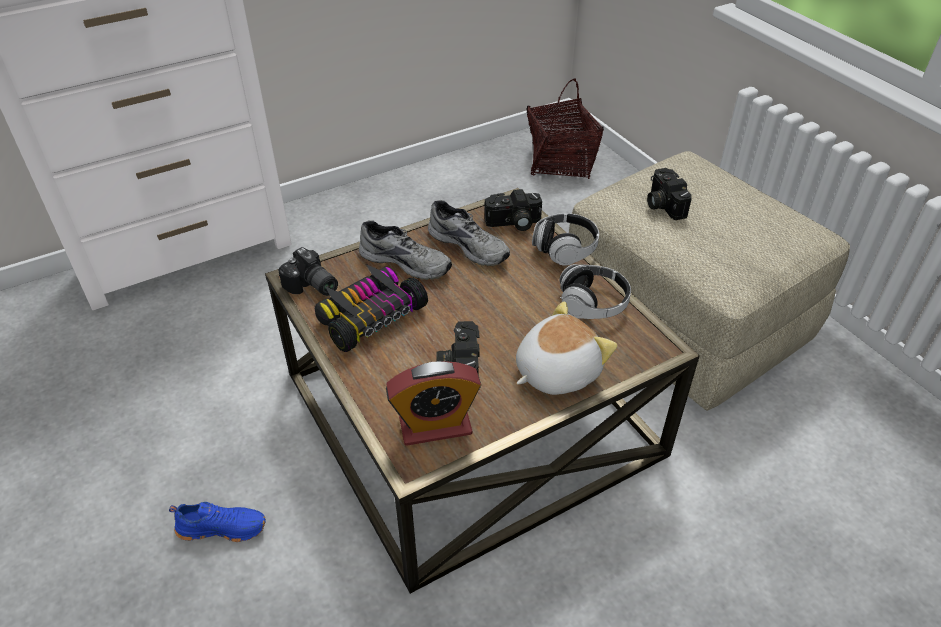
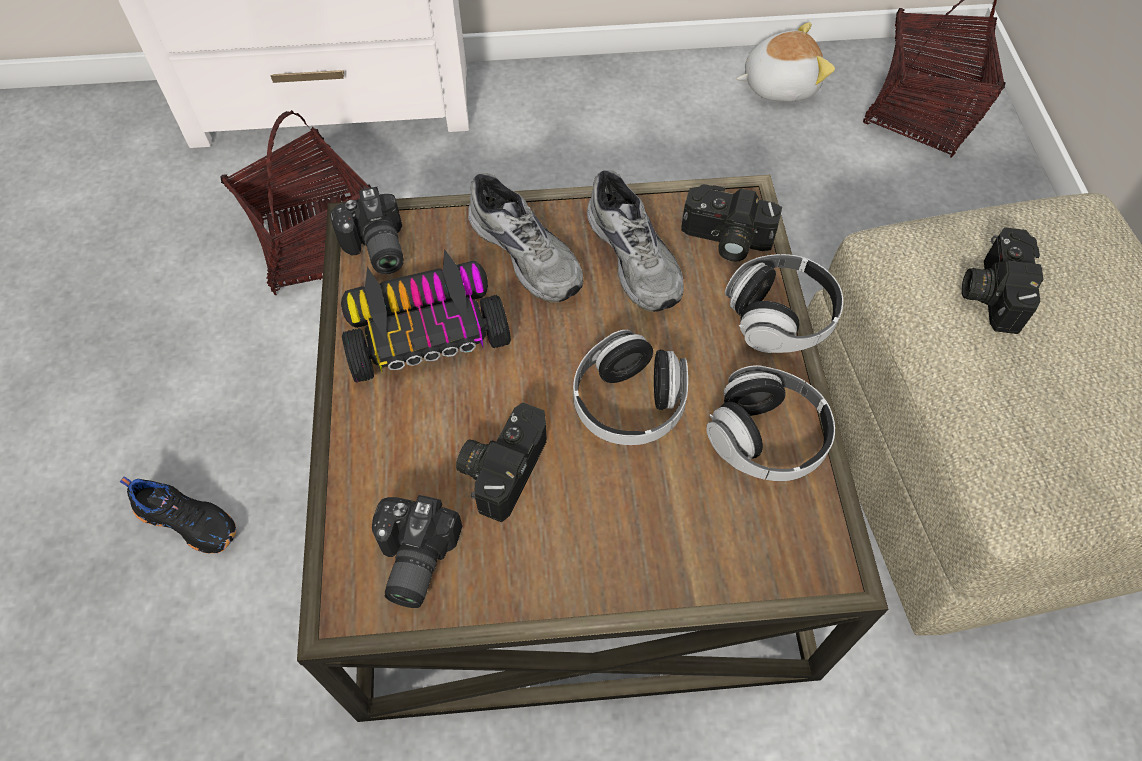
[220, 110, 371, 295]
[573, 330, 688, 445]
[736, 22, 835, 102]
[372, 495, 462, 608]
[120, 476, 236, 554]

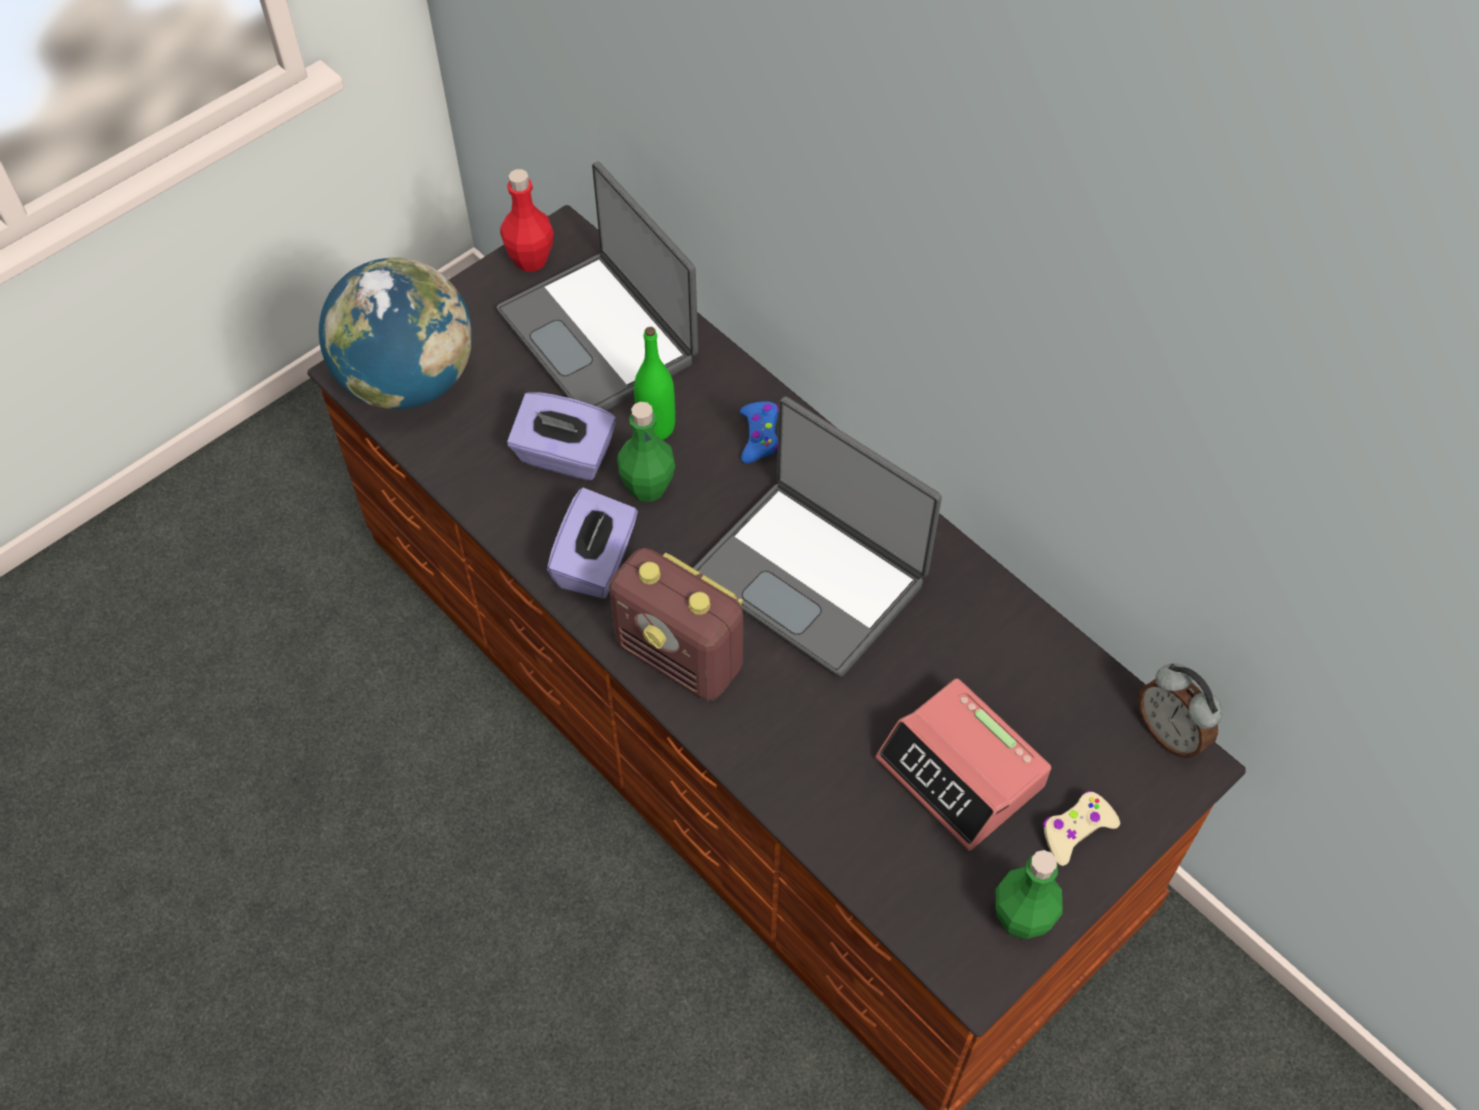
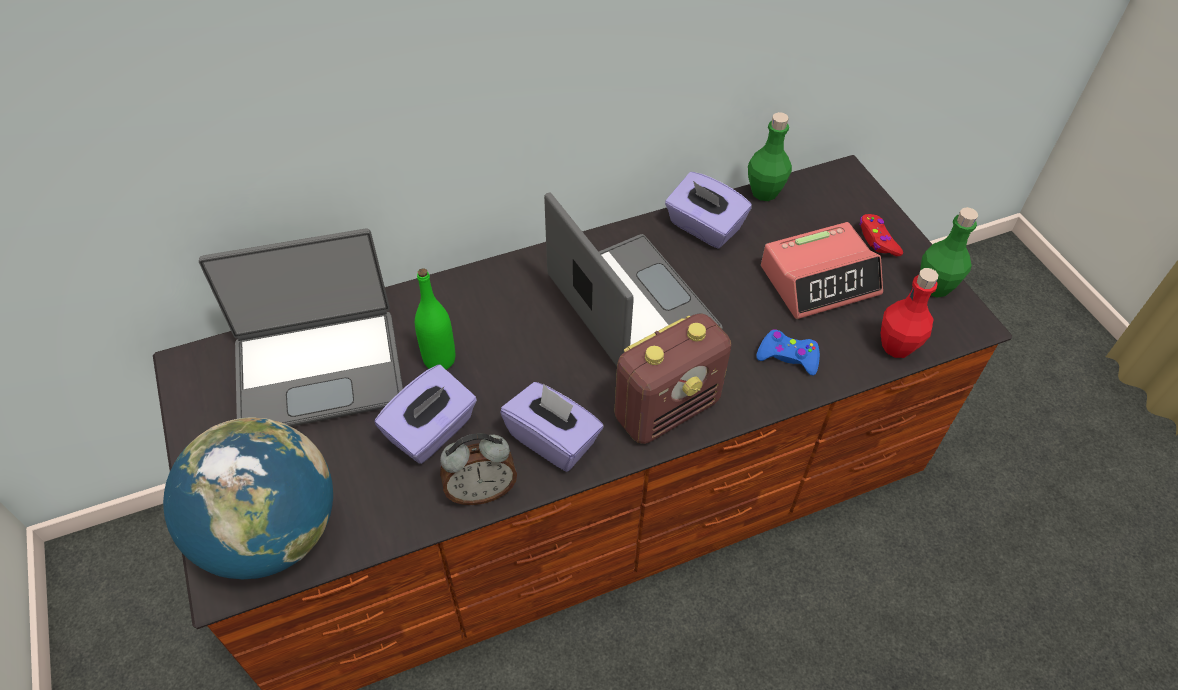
[665, 172, 752, 249]
[880, 268, 938, 358]
[748, 112, 792, 201]
[756, 330, 820, 376]
[440, 433, 517, 505]
[859, 214, 903, 256]
[544, 193, 723, 366]

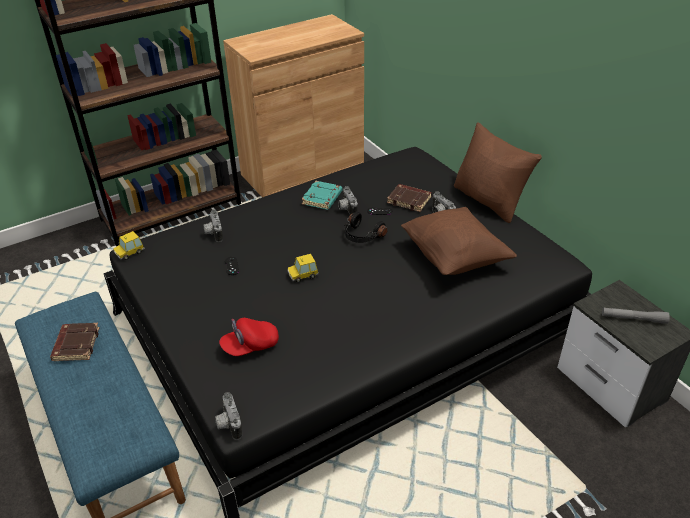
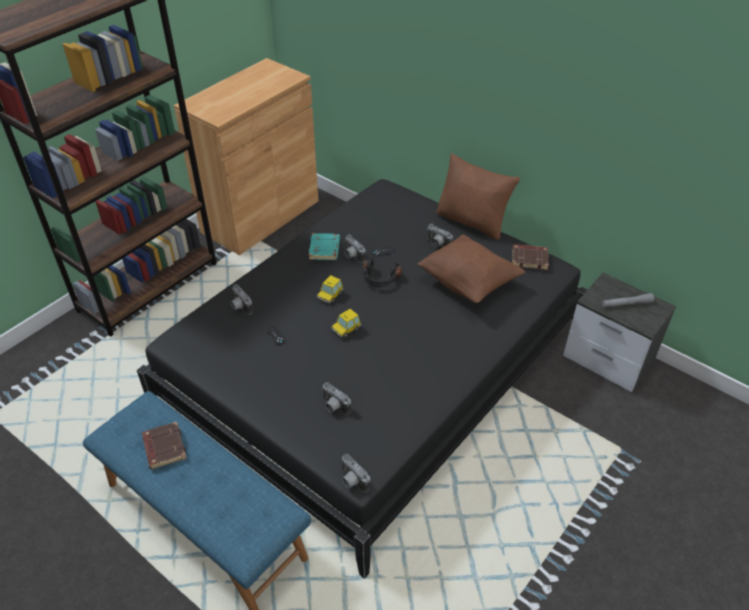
[317, 275, 343, 303]
[512, 244, 549, 270]
[322, 382, 351, 415]

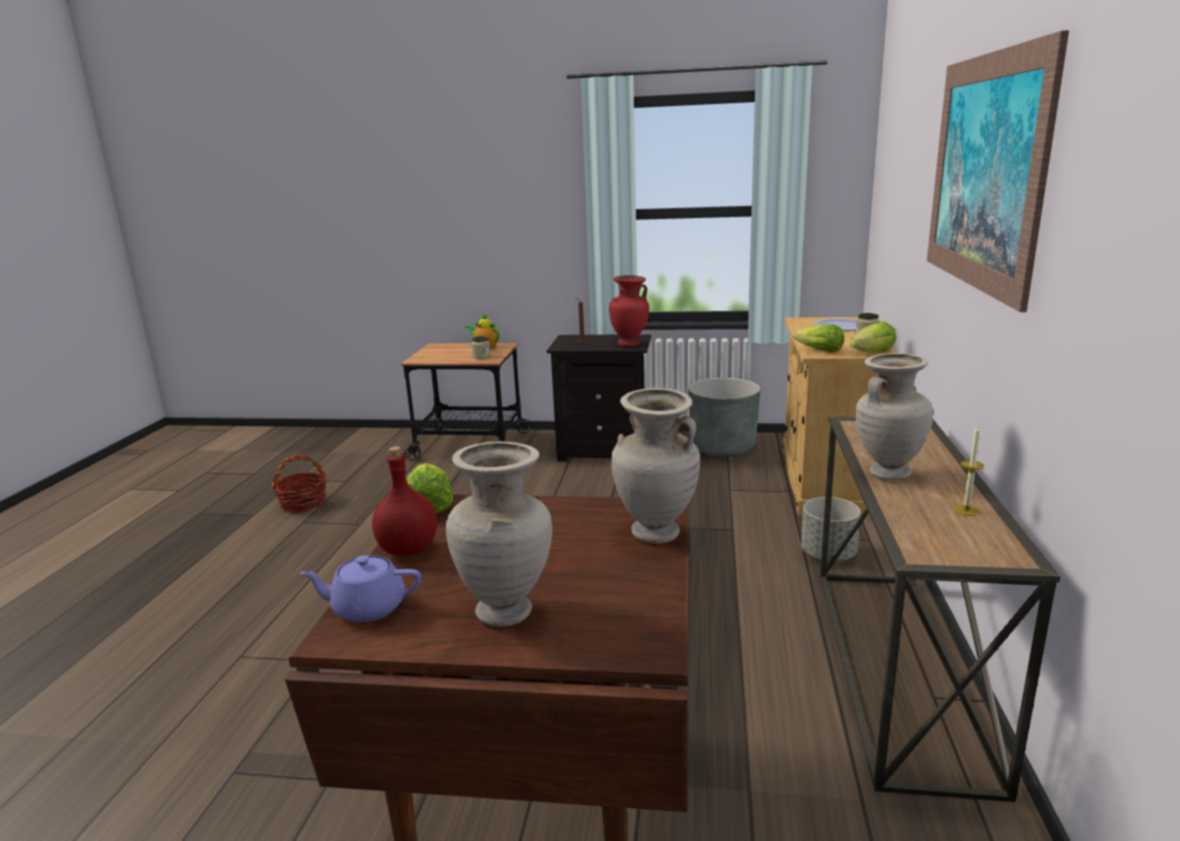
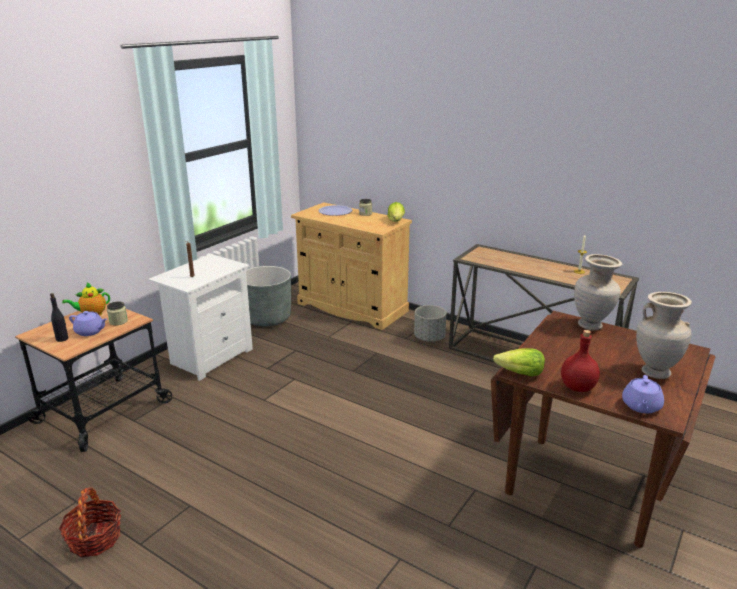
[609, 275, 649, 347] (first image)
[793, 324, 844, 352] (first image)
[856, 353, 933, 480] (first image)
[927, 30, 1069, 312] (first image)
[50, 293, 68, 342]
[69, 311, 107, 336]
[148, 254, 253, 381]

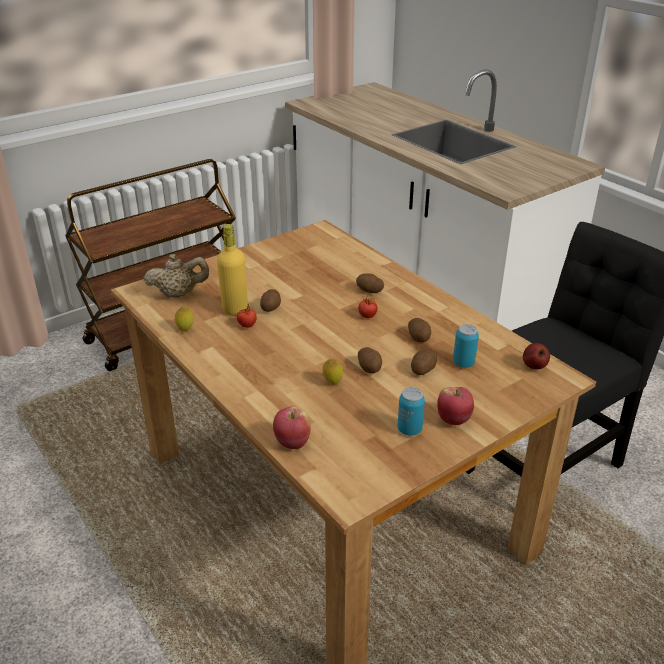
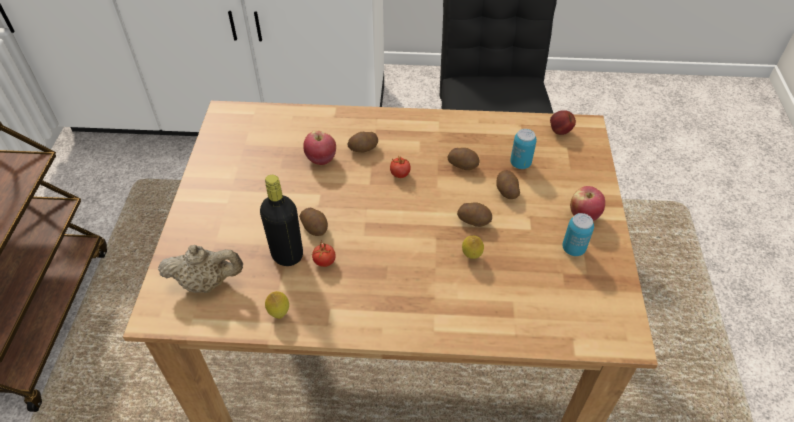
[303, 130, 336, 165]
[260, 175, 303, 266]
[158, 245, 243, 293]

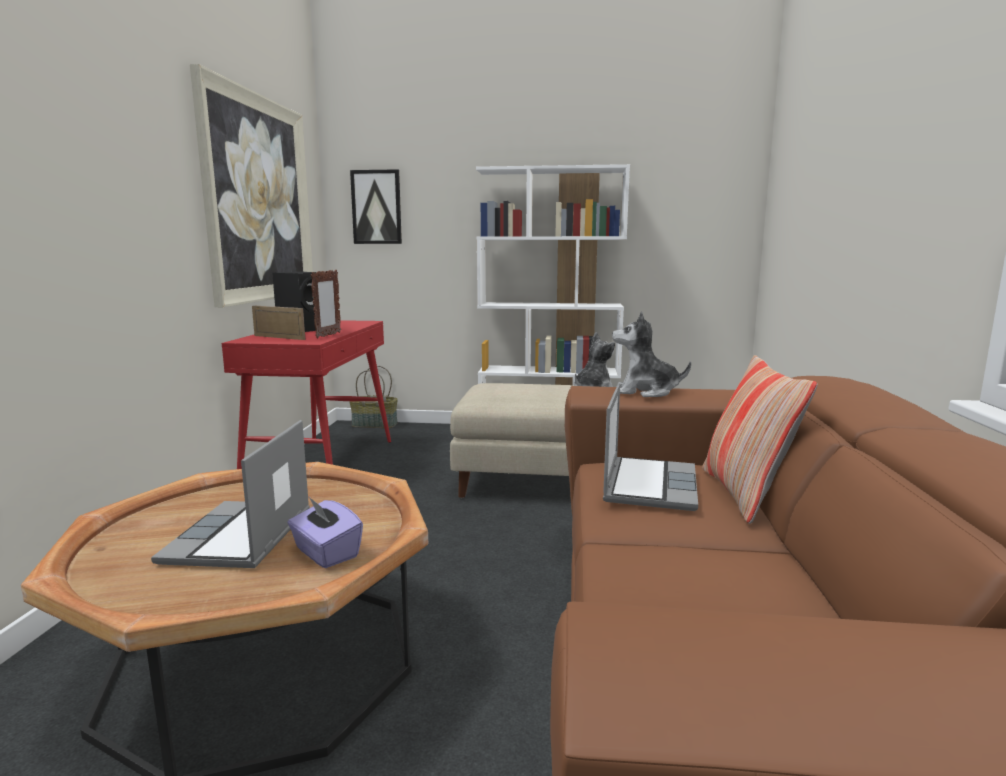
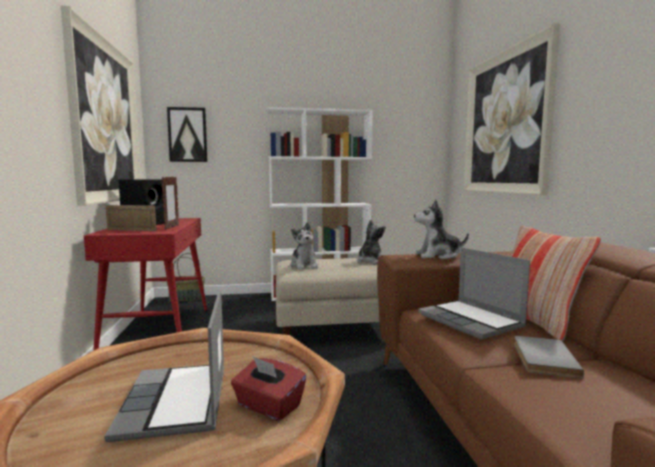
[290, 222, 318, 270]
[463, 23, 560, 195]
[514, 336, 584, 379]
[231, 356, 307, 421]
[418, 247, 530, 339]

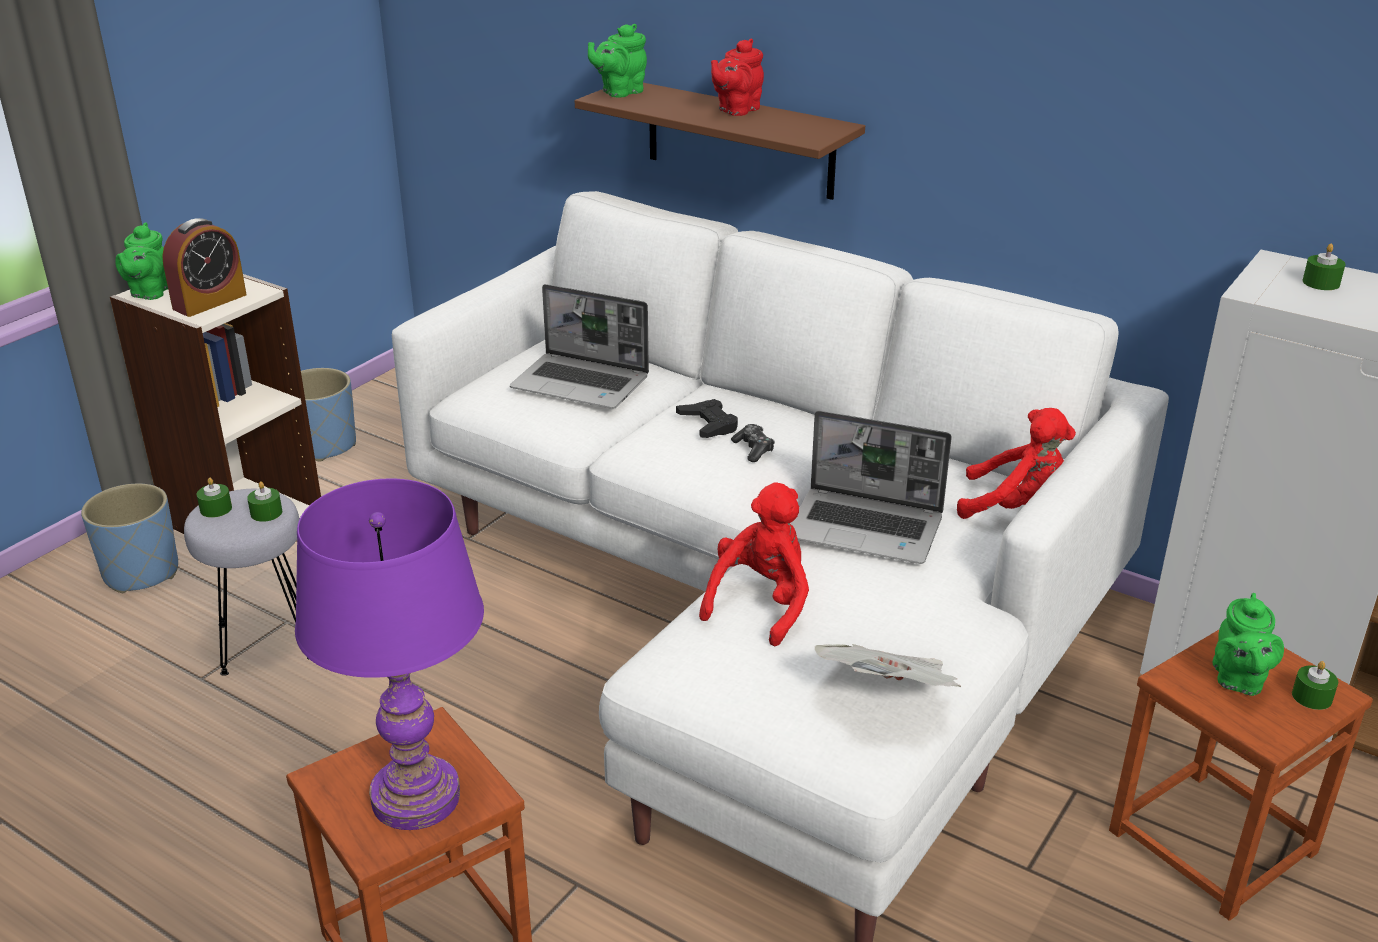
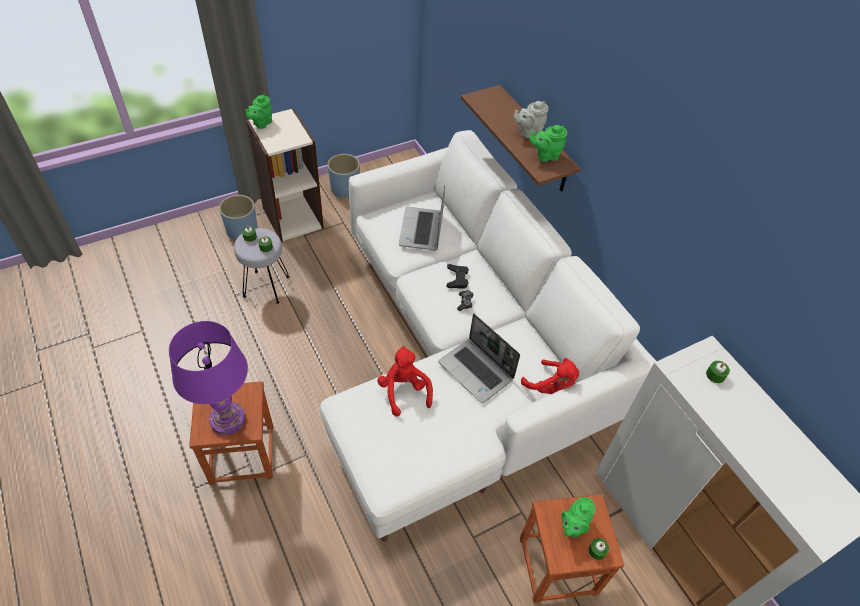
[162, 218, 247, 317] (first image)
[814, 644, 961, 687] (first image)
[529, 125, 567, 162]
[513, 101, 549, 138]
[399, 185, 445, 251]
[377, 346, 433, 417]

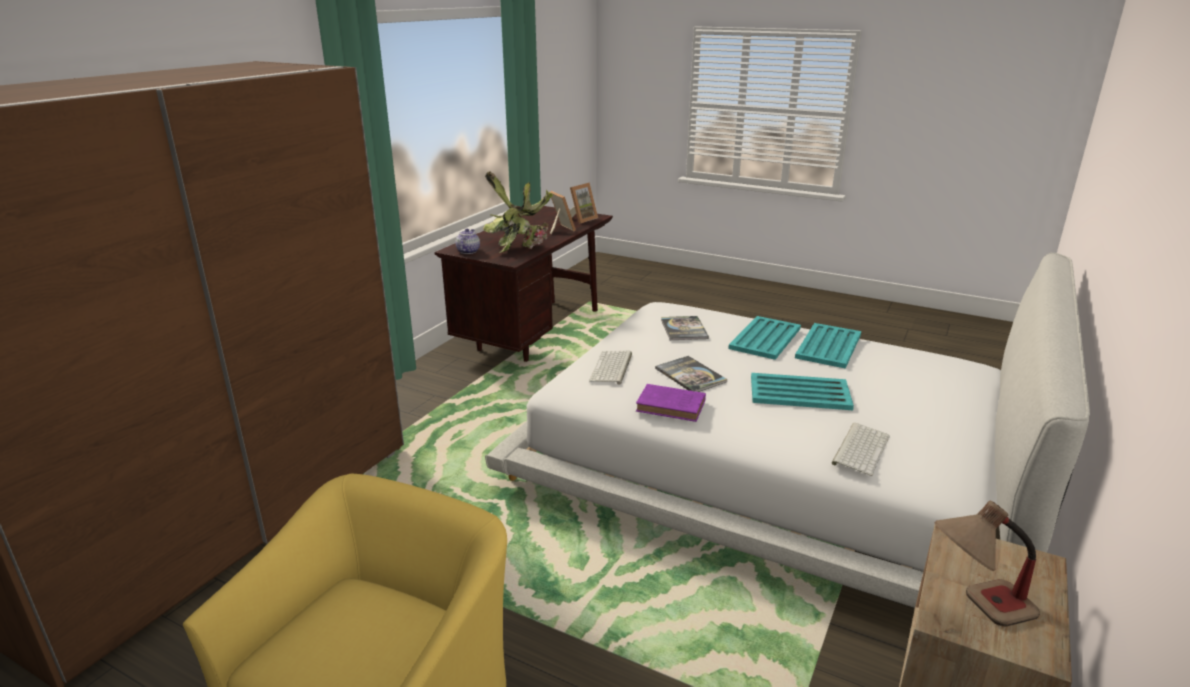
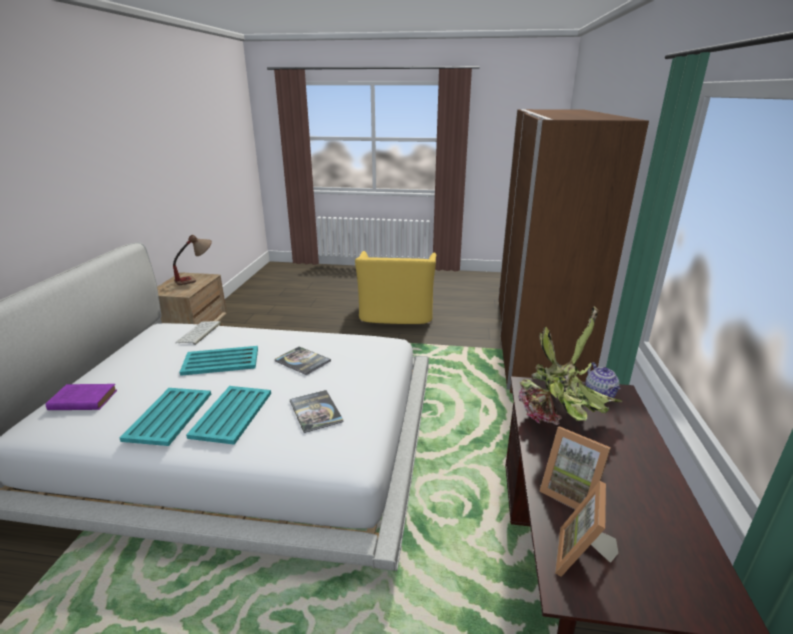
[589, 351, 632, 385] (first image)
[46, 384, 117, 410]

